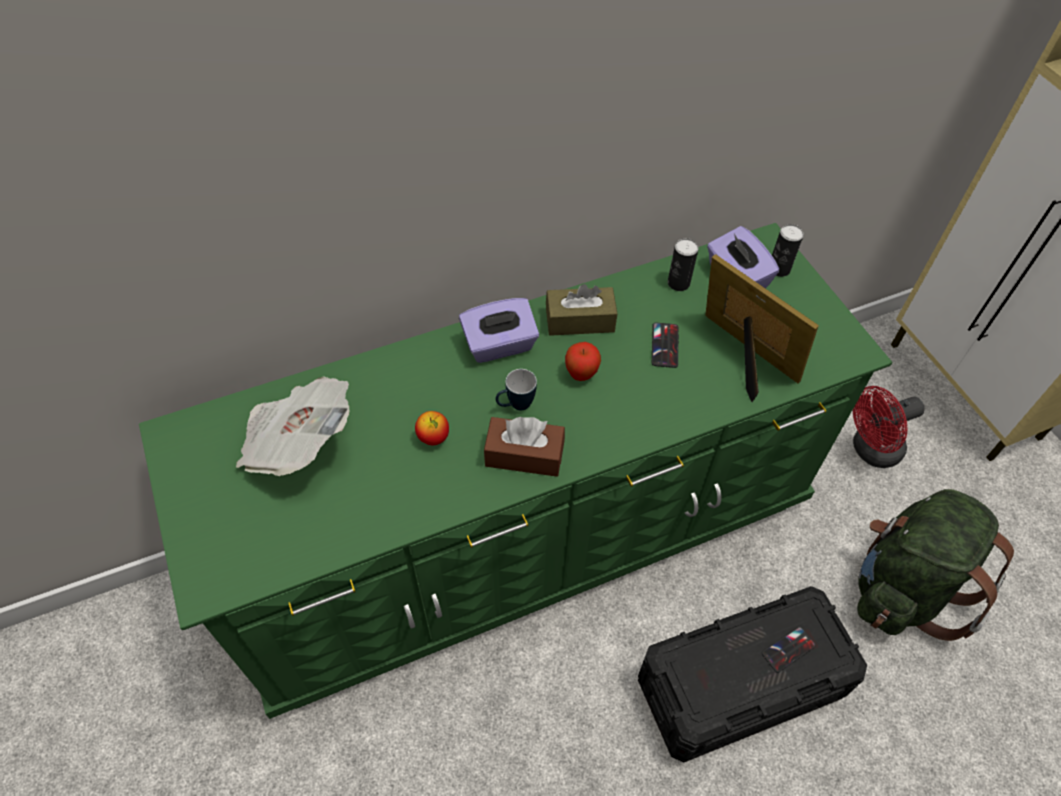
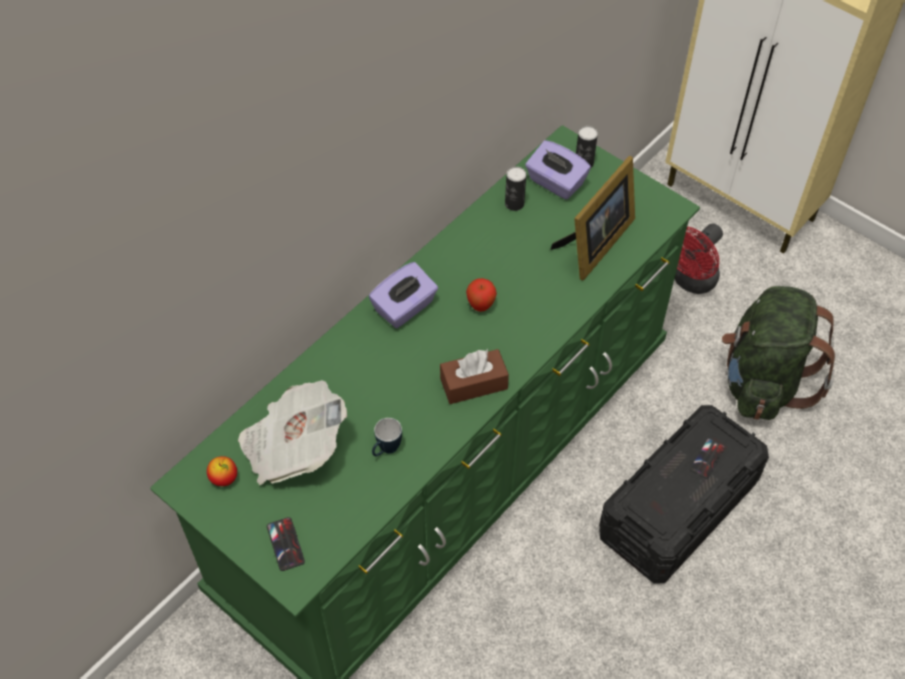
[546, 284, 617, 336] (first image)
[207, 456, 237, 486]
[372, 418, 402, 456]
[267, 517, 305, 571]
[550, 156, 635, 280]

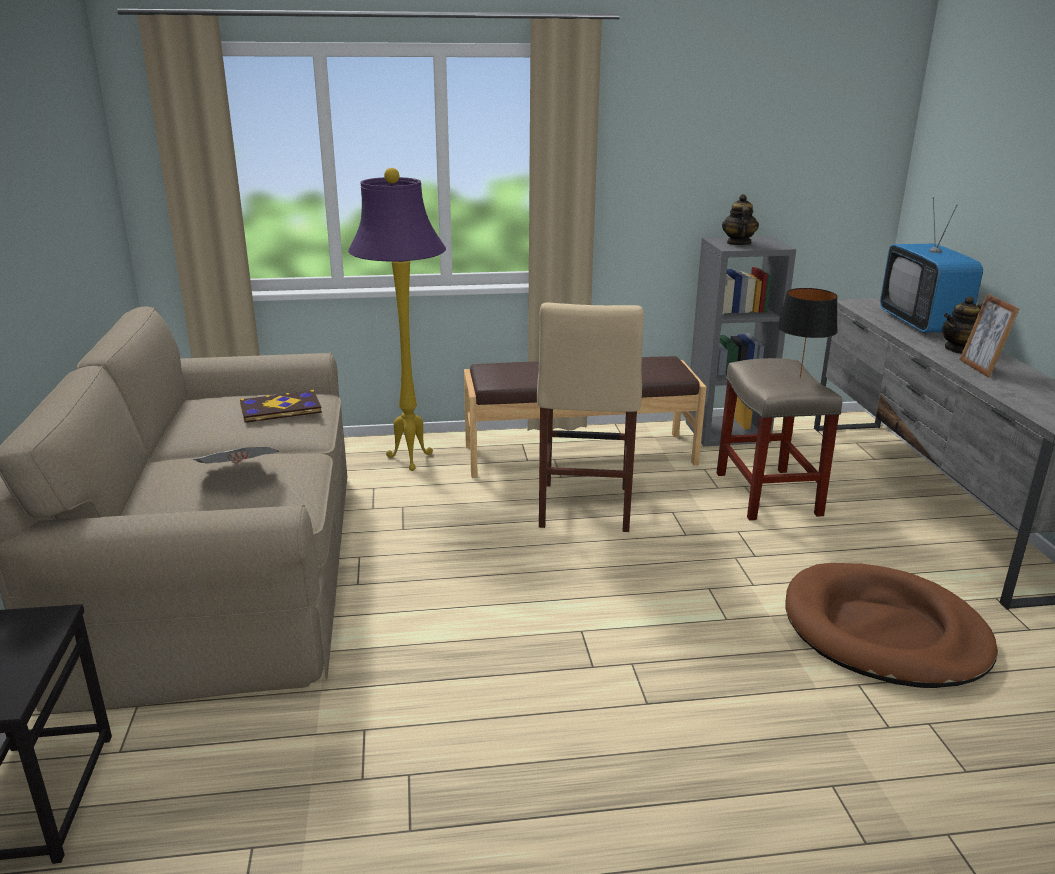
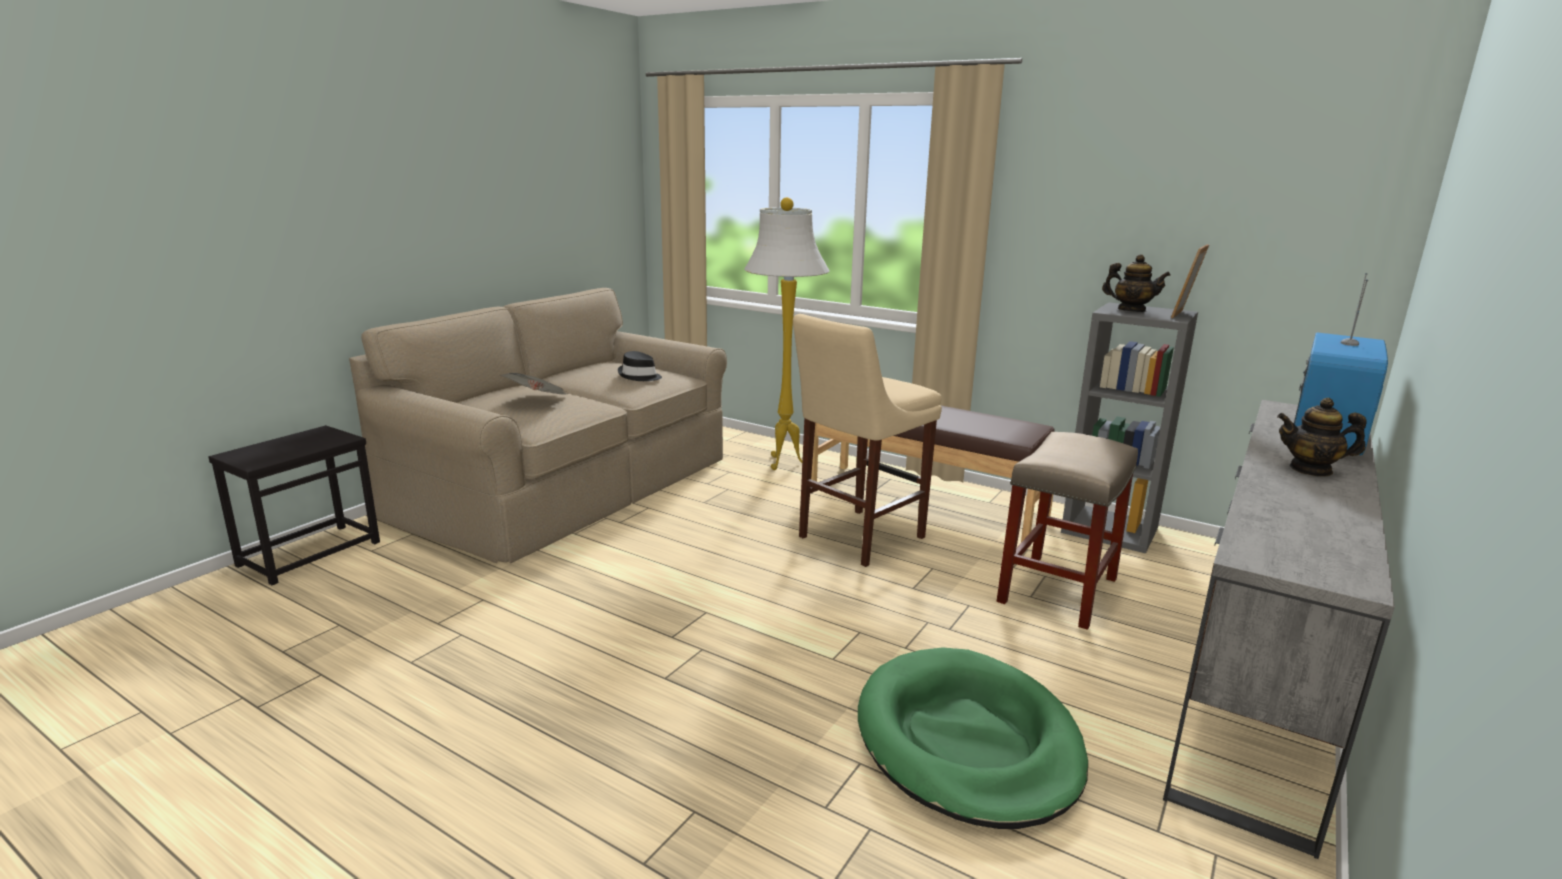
[777, 288, 838, 378] (first image)
[1171, 244, 1209, 318]
[618, 351, 662, 381]
[744, 197, 830, 470]
[858, 647, 1088, 829]
[1102, 254, 1170, 312]

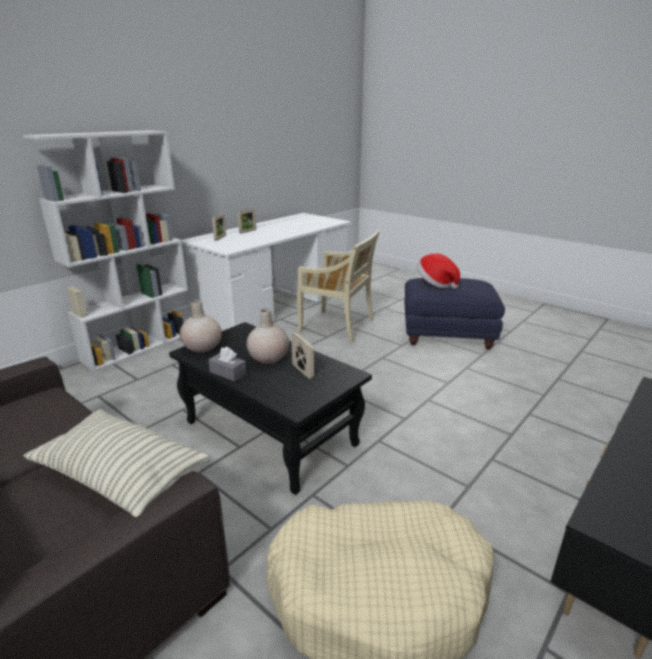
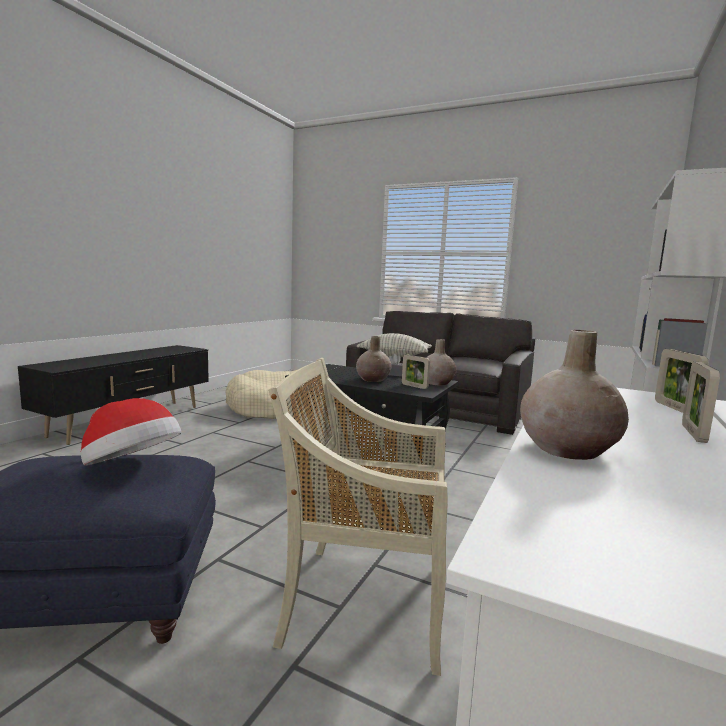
[520, 330, 629, 460]
[402, 355, 430, 389]

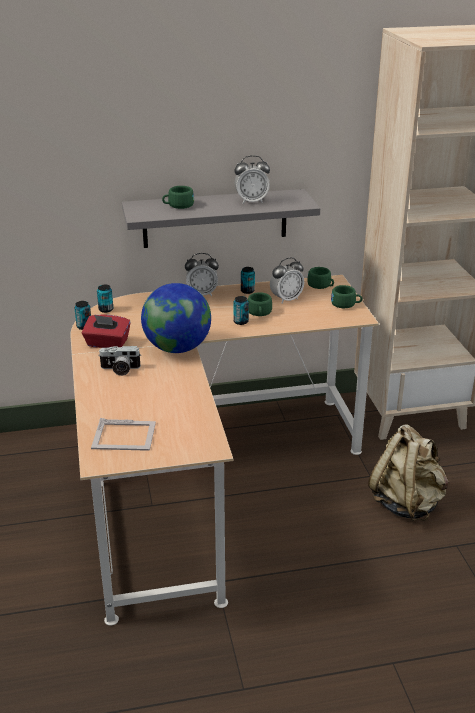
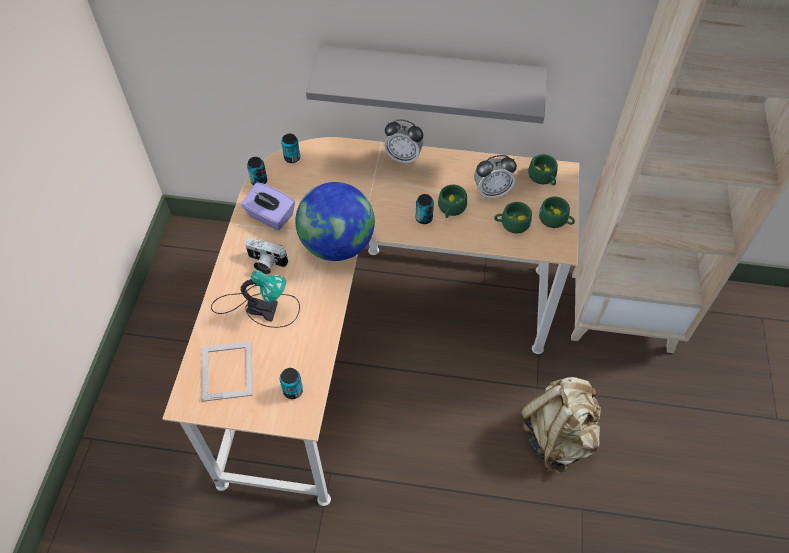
[234, 155, 270, 204] (first image)
[211, 270, 300, 328]
[494, 202, 532, 234]
[280, 368, 303, 399]
[241, 182, 295, 230]
[201, 342, 253, 402]

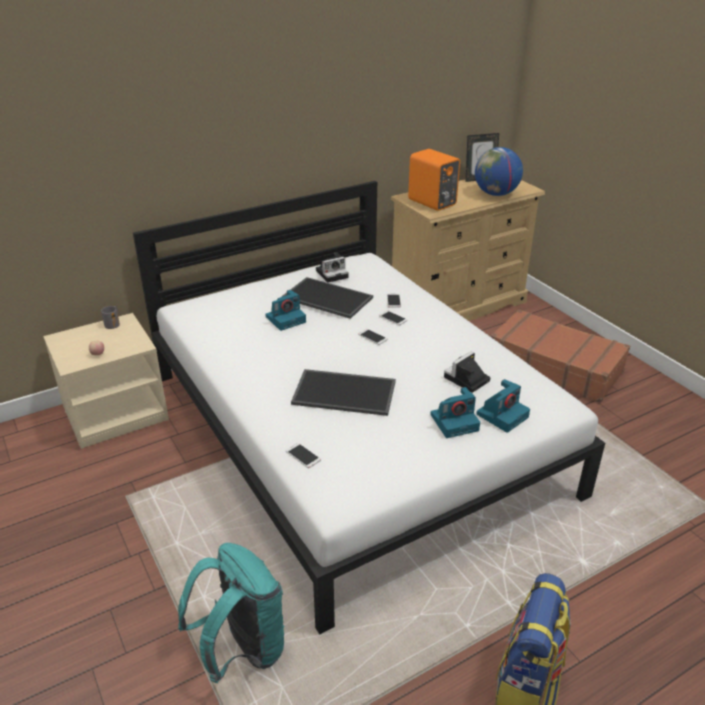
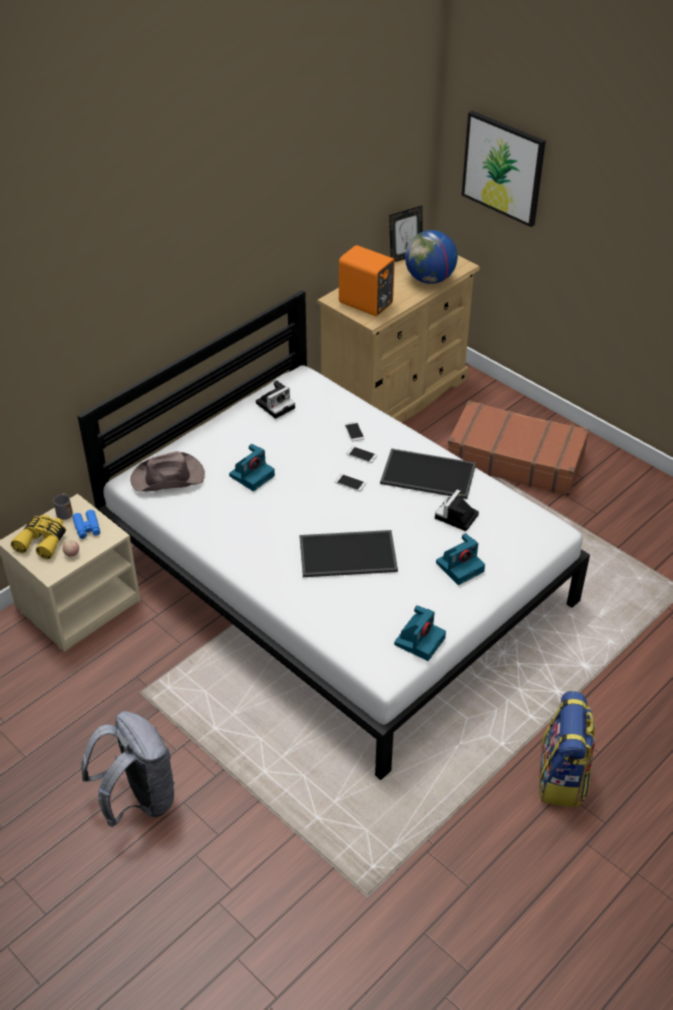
[178, 543, 284, 683] (first image)
[286, 443, 321, 468] (first image)
[11, 515, 66, 559]
[72, 510, 100, 539]
[81, 711, 175, 828]
[130, 451, 205, 492]
[462, 111, 546, 227]
[380, 448, 476, 499]
[394, 605, 446, 661]

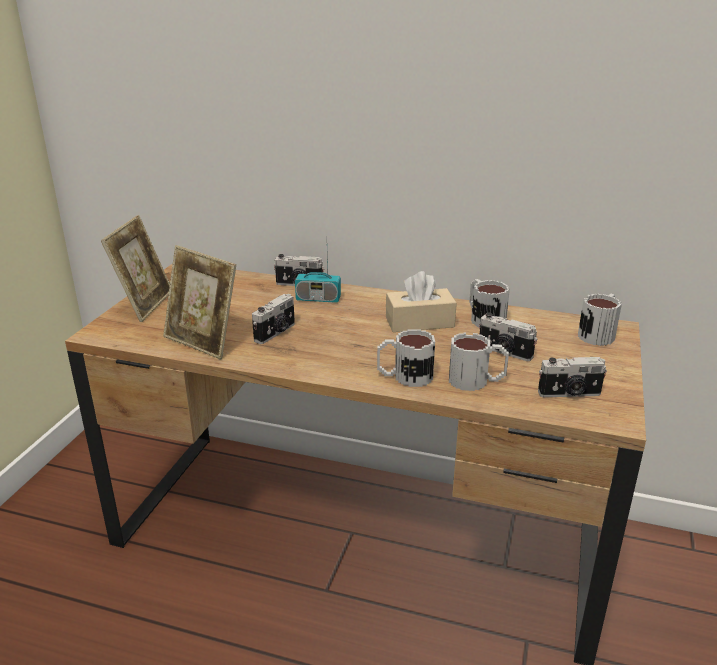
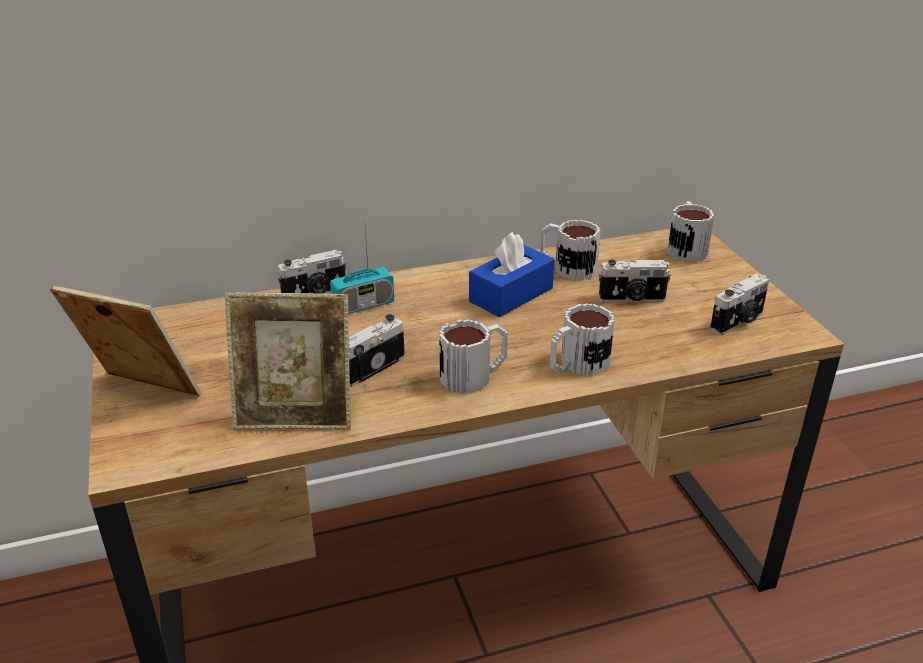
[439, 319, 508, 394]
[469, 232, 555, 317]
[49, 285, 201, 396]
[349, 314, 405, 387]

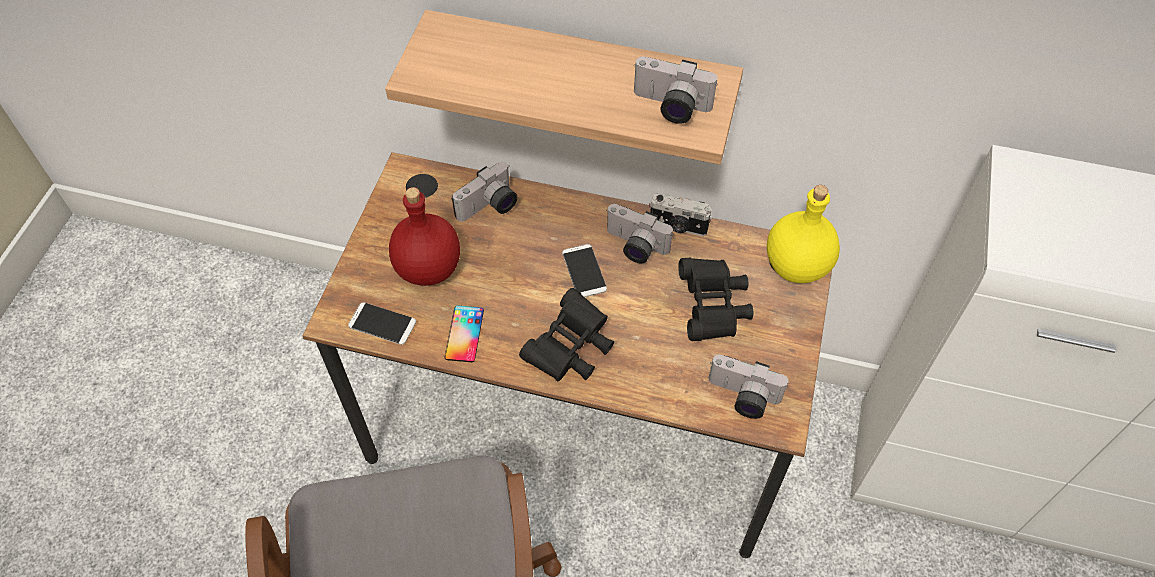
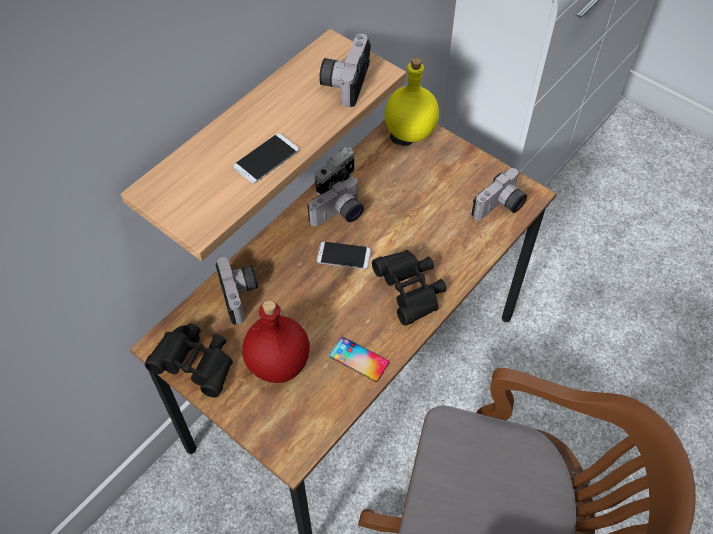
[233, 133, 299, 183]
[145, 324, 233, 398]
[319, 34, 371, 107]

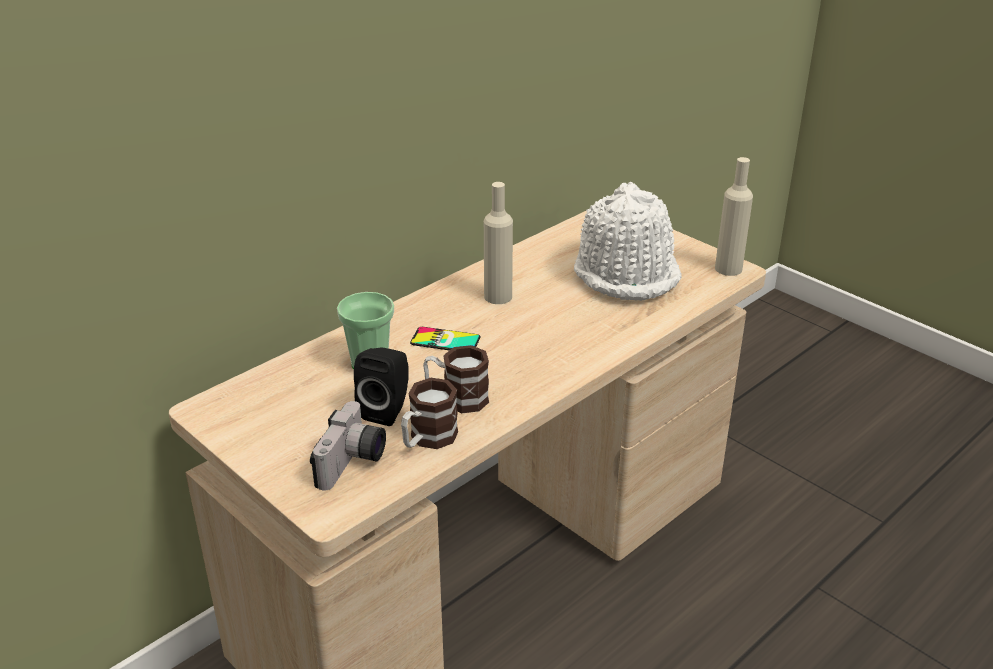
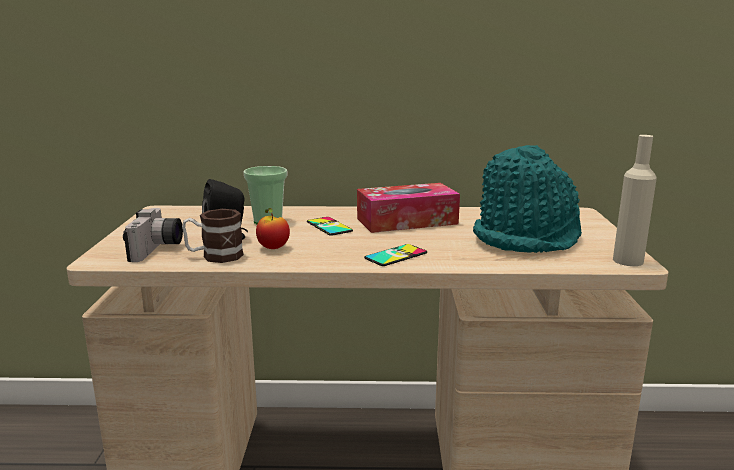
[364, 244, 427, 266]
[256, 208, 290, 249]
[357, 183, 460, 233]
[473, 145, 582, 253]
[123, 208, 183, 262]

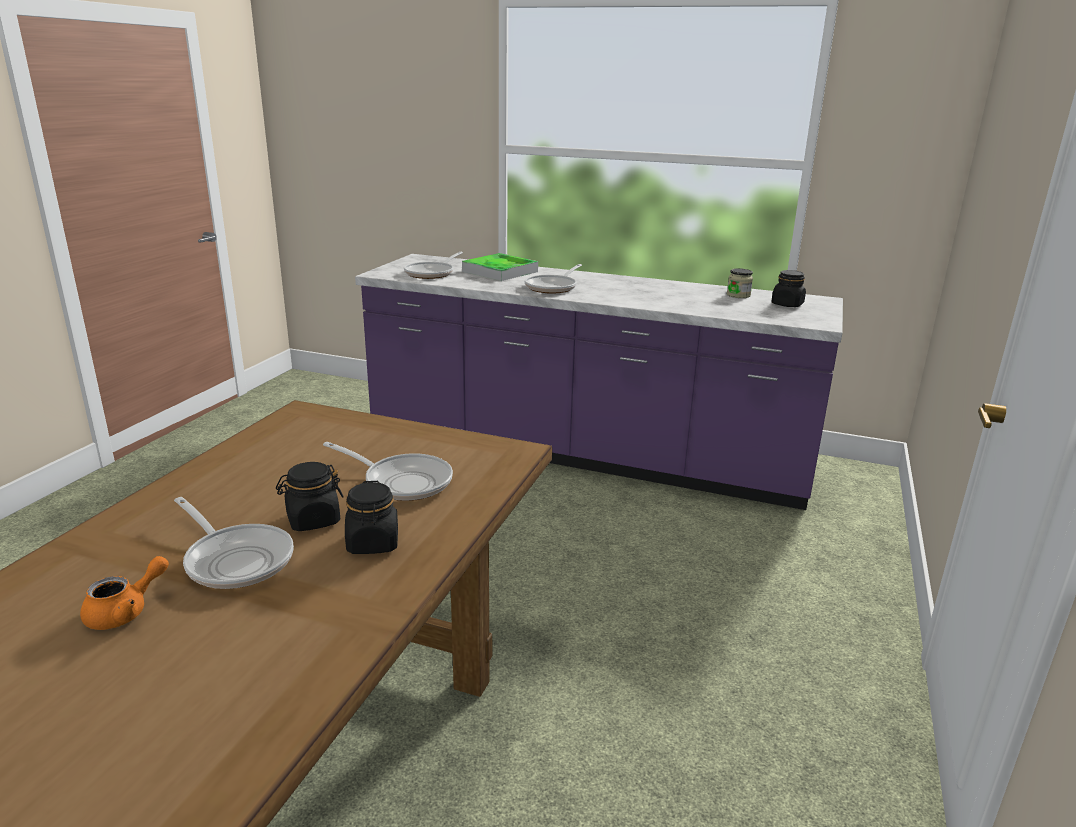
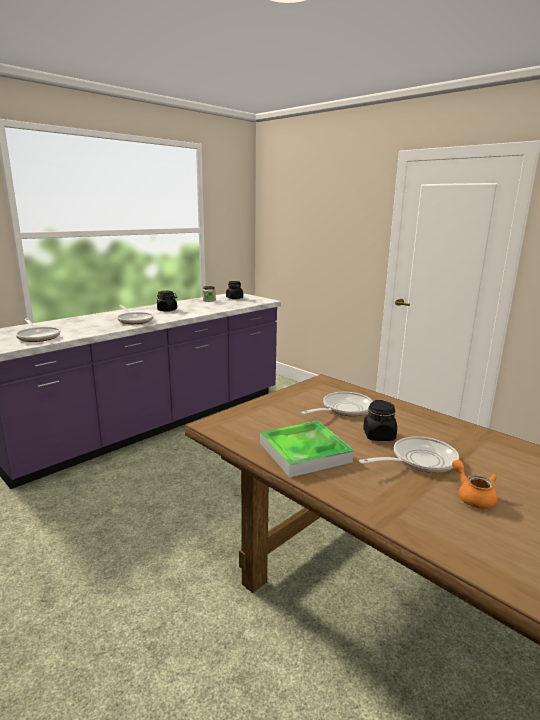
[157, 291, 177, 312]
[260, 421, 354, 478]

